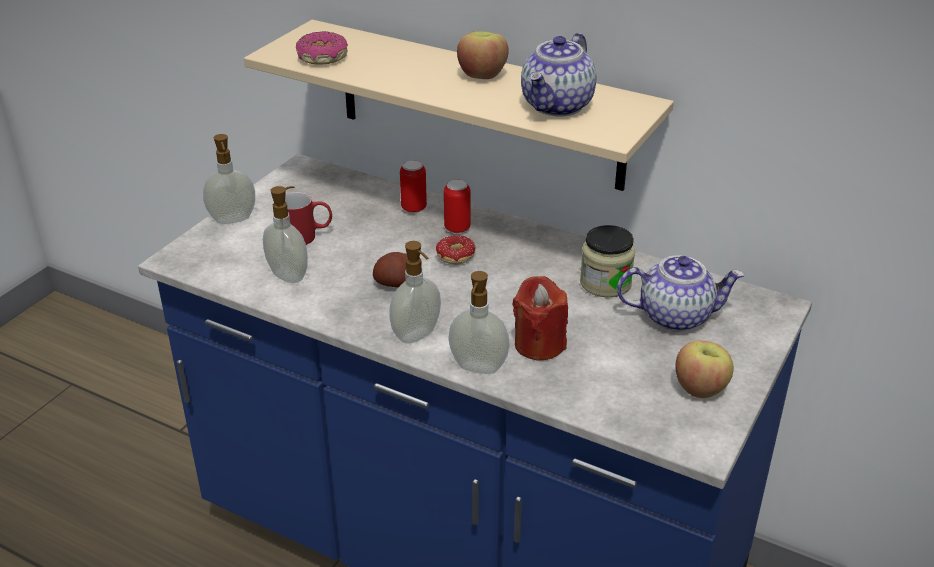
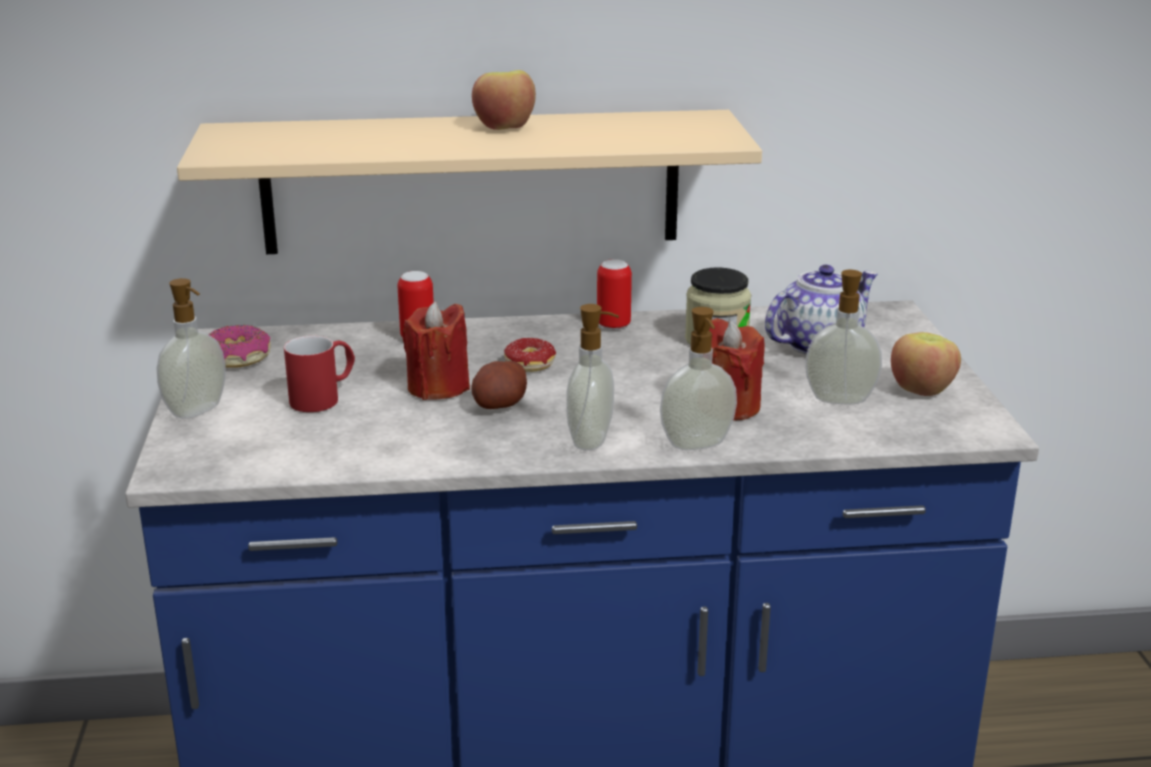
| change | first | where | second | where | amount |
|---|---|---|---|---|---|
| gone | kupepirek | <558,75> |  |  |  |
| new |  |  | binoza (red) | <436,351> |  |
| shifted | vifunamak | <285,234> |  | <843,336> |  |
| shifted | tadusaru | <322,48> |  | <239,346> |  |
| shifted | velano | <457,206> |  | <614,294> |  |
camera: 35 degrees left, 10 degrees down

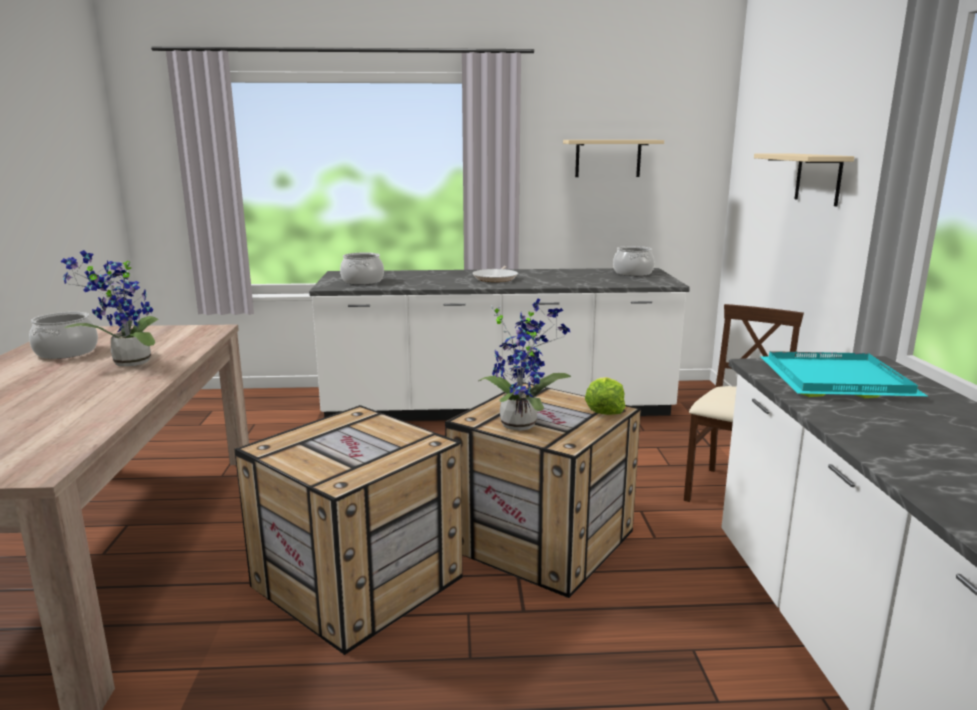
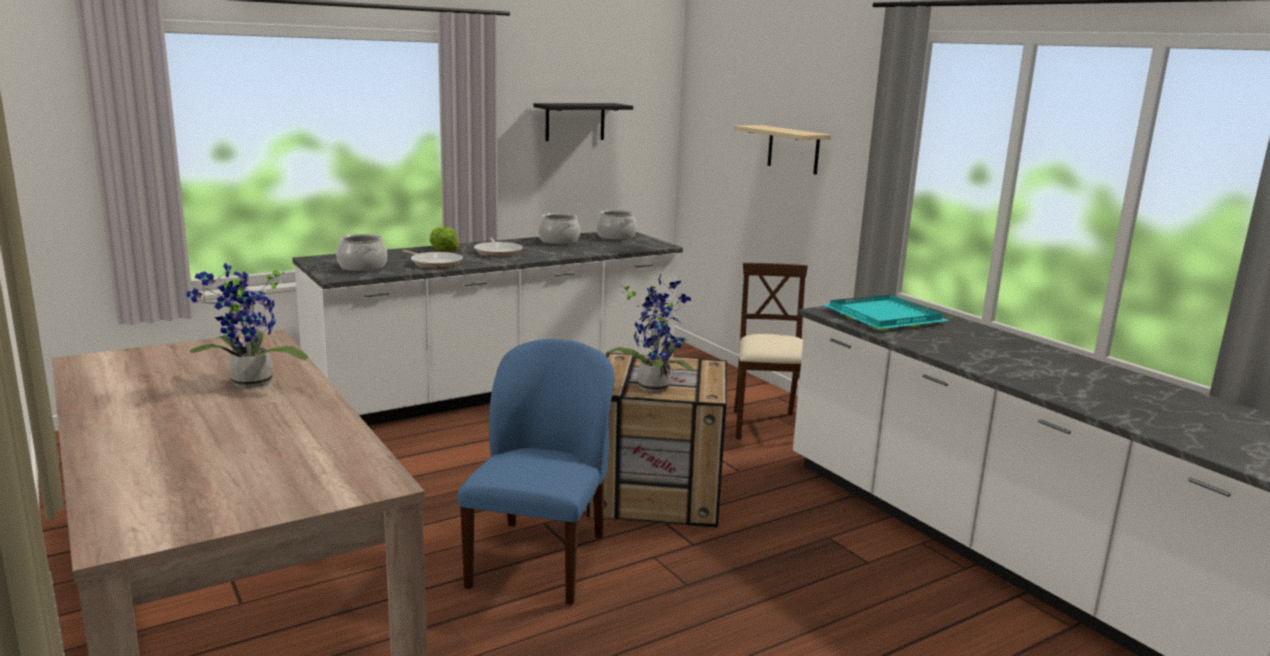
| change | first | where | second | where | amount |
|---|---|---|---|---|---|
| new |  |  | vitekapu | <432,259> |  |
| shifted | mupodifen | <63,335> |  | <559,228> |  |
| shifted | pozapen | <605,396> |  | <444,239> |  |
| swapped | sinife | <348,530> | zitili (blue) | <536,472> |  |
| repainted | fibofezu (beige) | <613,158> | fibofezu (black) | <583,122> |  |
camera: 30 degrees left, 0 degrees up

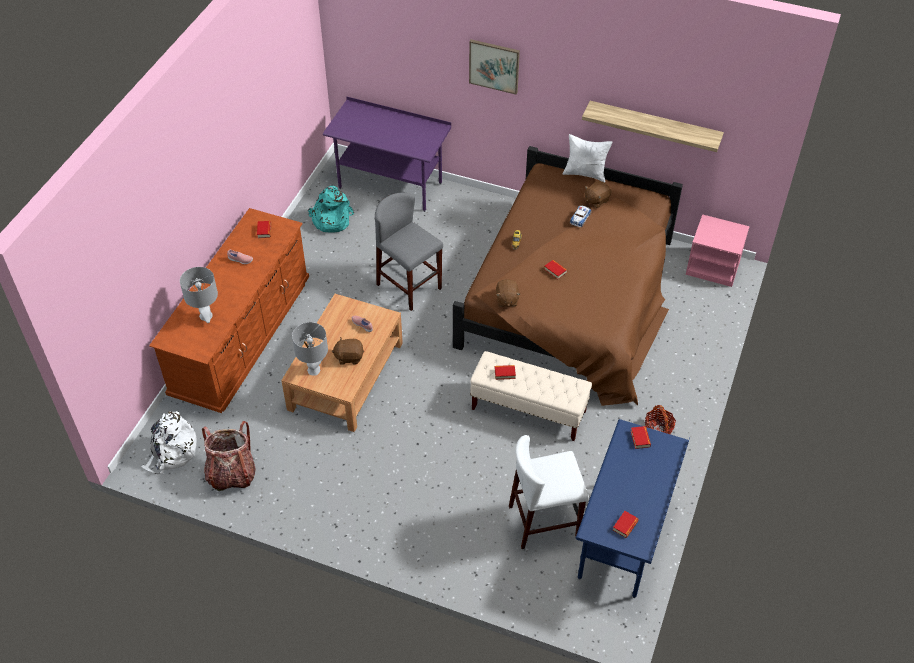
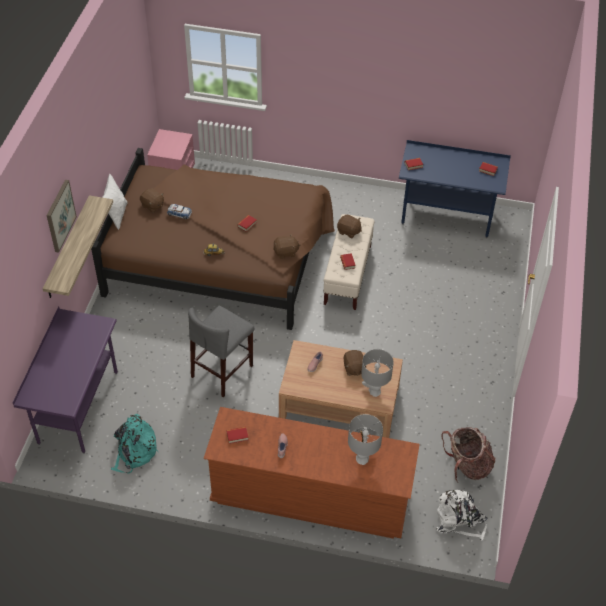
| change | first | where | second | where | amount |
|---|---|---|---|---|---|
| gone | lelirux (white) | <549,492> |  |  |  |
| gone | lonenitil | <660,419> |  |  |  |
| new |  |  | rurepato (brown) | <349,226> |  |
| shifted | fibofezu | <653,126> |  | <78,246> |  |
camera: 100 degrees left, 0 degrees up

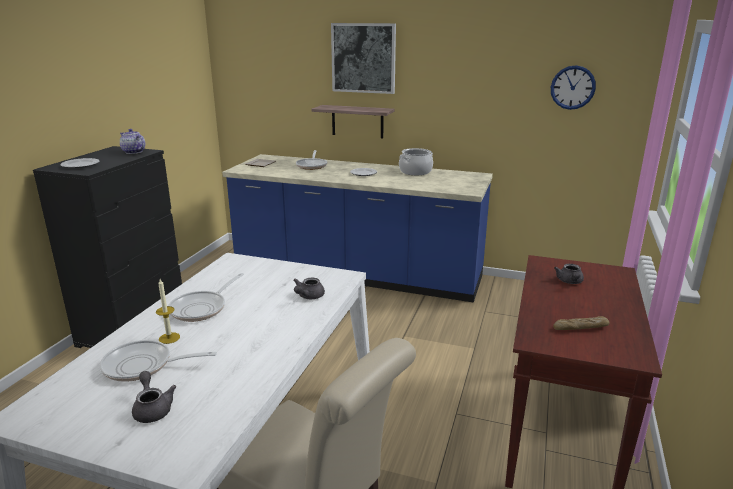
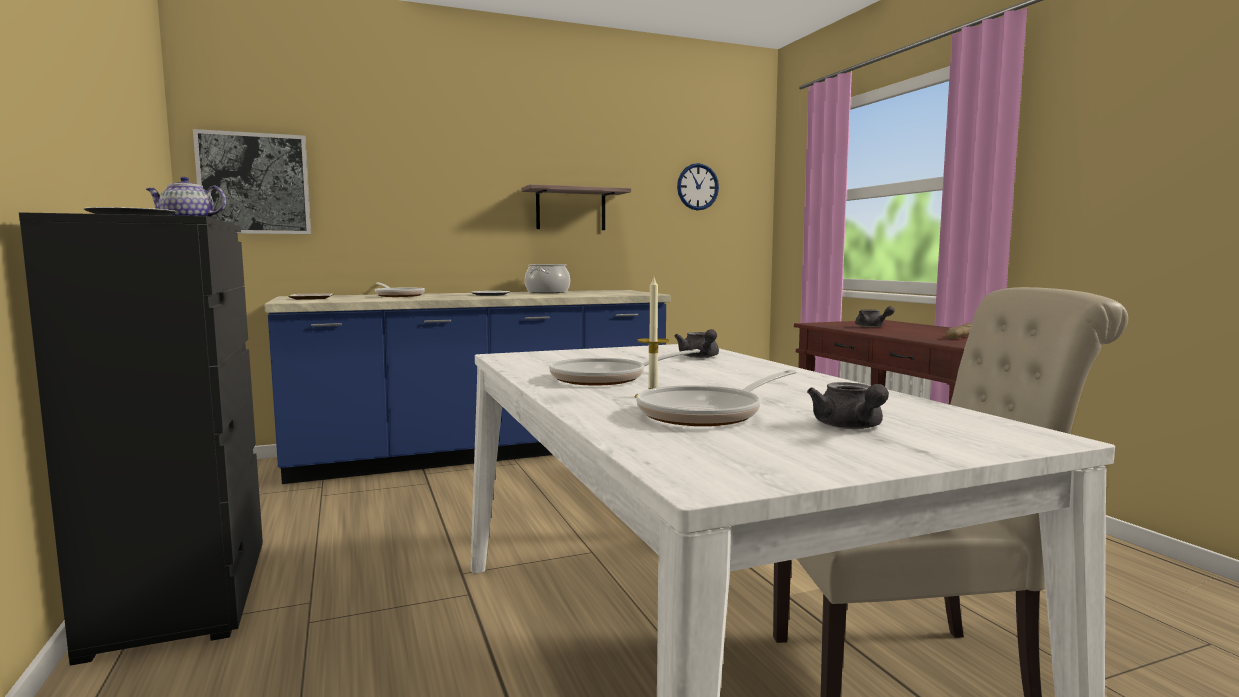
| change | first | where | second | where | amount |
|---|---|---|---|---|---|
| shifted | fibofezu | <353,121> |  | <576,207> |  |
| shifted | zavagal | <363,58> |  | <252,181> |  |
| rotated | kupepirek (grey) | <154,397> |  | <848,405> | 120 degrees counterclockwise |
| rotated | vitekapu | <206,297> |  | <624,367> | 75 degrees clockwise |
camera: 40 degrees left, 15 degrees down

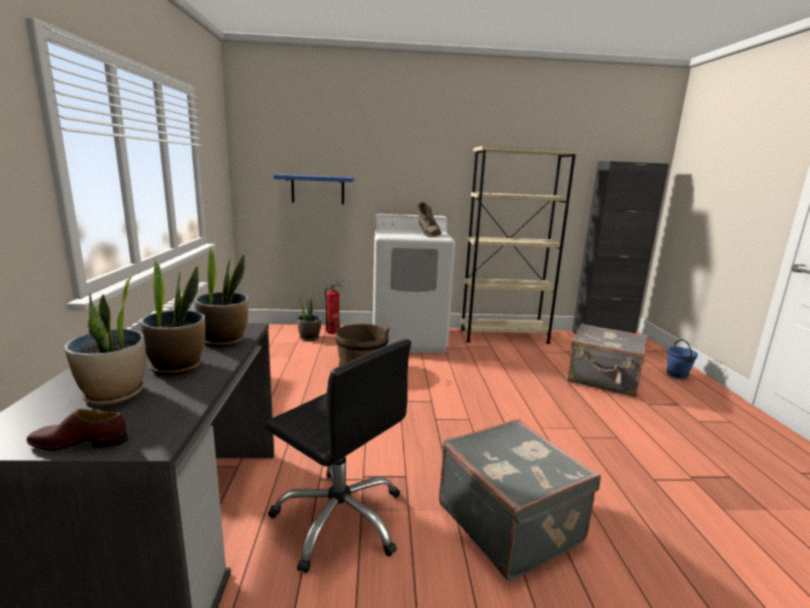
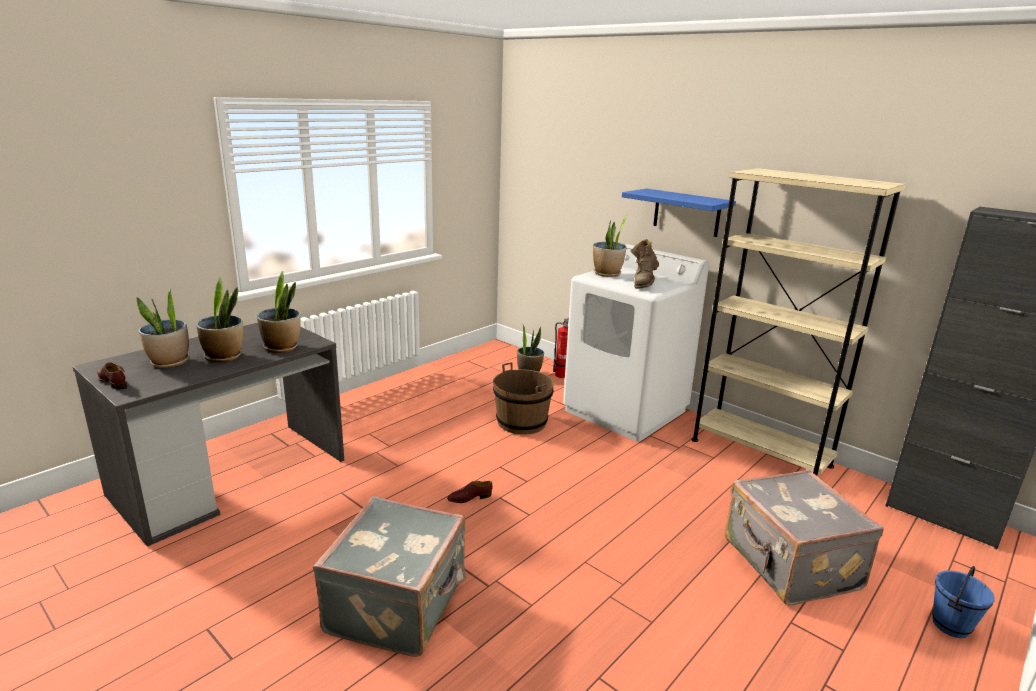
| change | first | where | second | where | amount |
|---|---|---|---|---|---|
| gone | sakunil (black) | <338,456> |  |  |  |
| new |  |  | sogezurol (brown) | <470,492> |  |
| new |  |  | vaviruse | <610,245> |  |
| shifted | fibofezu (blue) | <314,189> |  | <679,213> |  |
camera: 45 degrees right, 5 degrees up

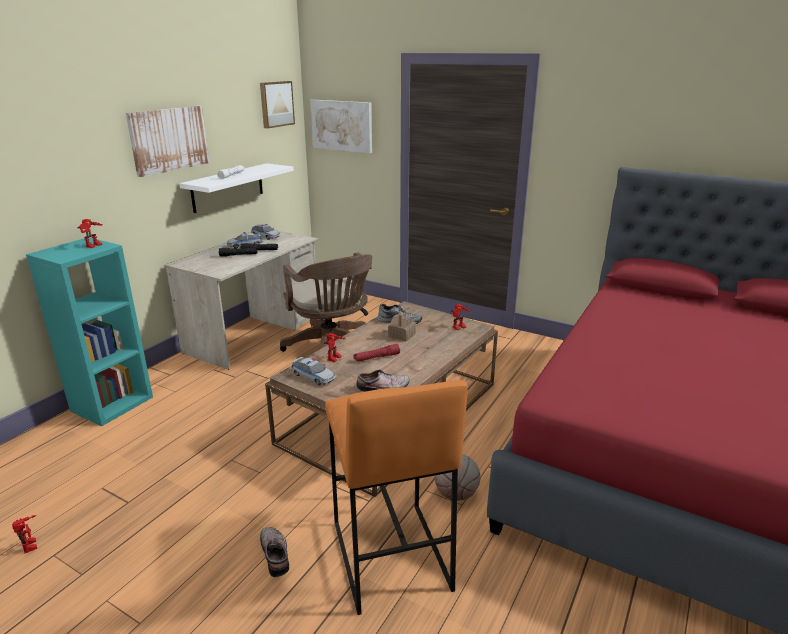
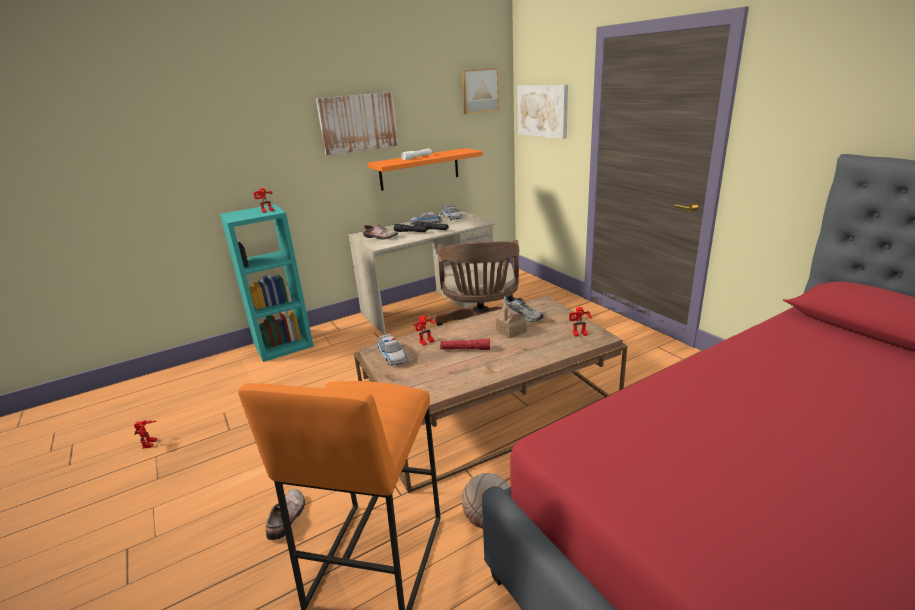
| change | first | where | second | where | amount |
|---|---|---|---|---|---|
| shifted | sogezurol | <383,380> |  | <380,231> |  |
| repainted | fibofezu (white) | <236,188> | fibofezu (orange) | <425,169> |  |
camera: 30 degrees right, 0 degrees up

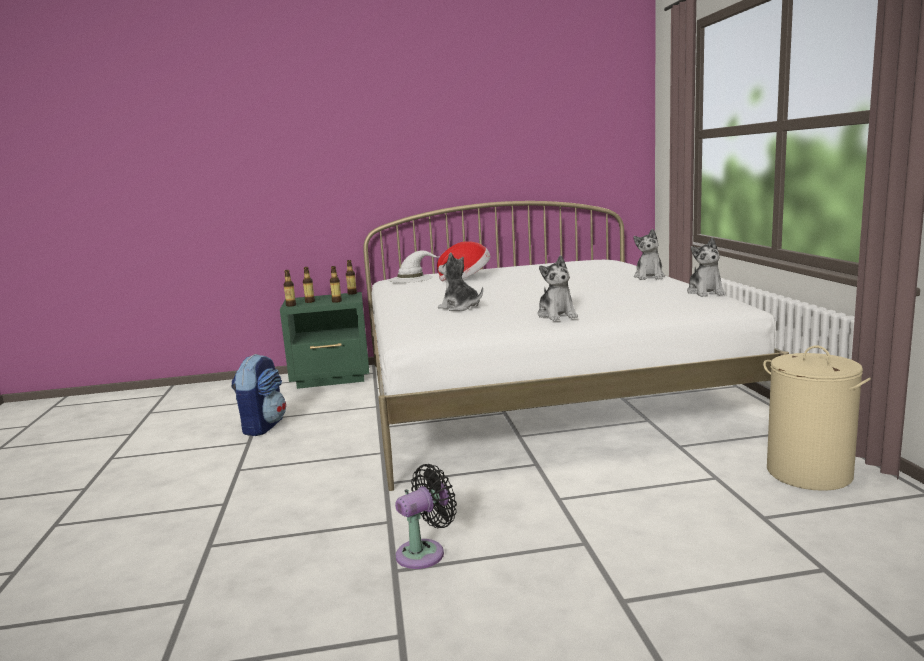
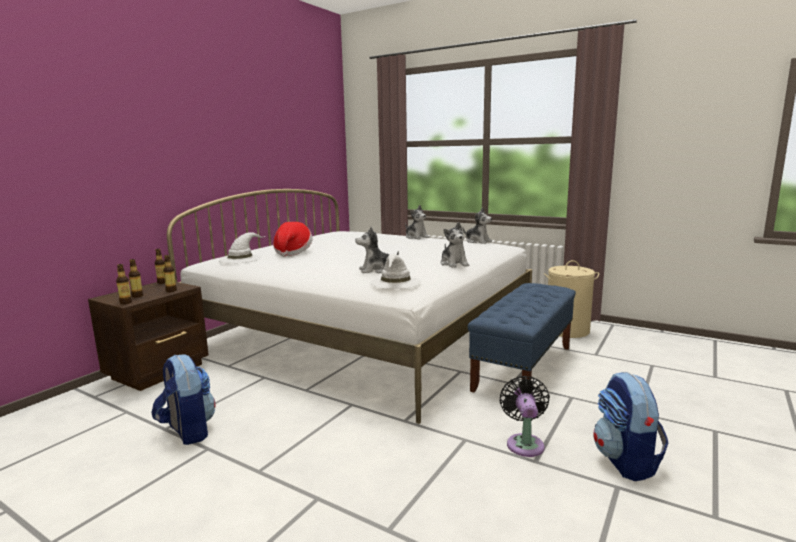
| change | first | where | second | where | amount |
|---|---|---|---|---|---|
| new |  |  | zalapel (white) | <395,271> |  |
| new |  |  | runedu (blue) | <522,337> |  |
| new |  |  | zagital | <630,426> |  |
| repainted | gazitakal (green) | <324,340> | gazitakal (brown) | <148,336> |  |
| rotated | rurepato | <558,288> |  | <454,245> | 45 degrees clockwise |
camera: 50 degrees left, 0 degrees up

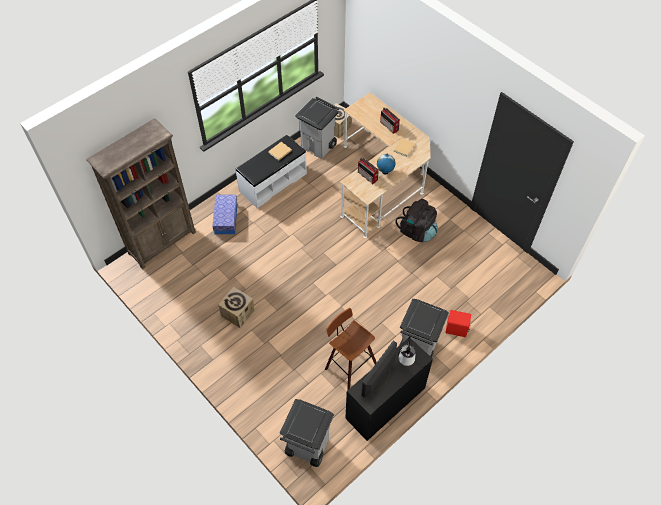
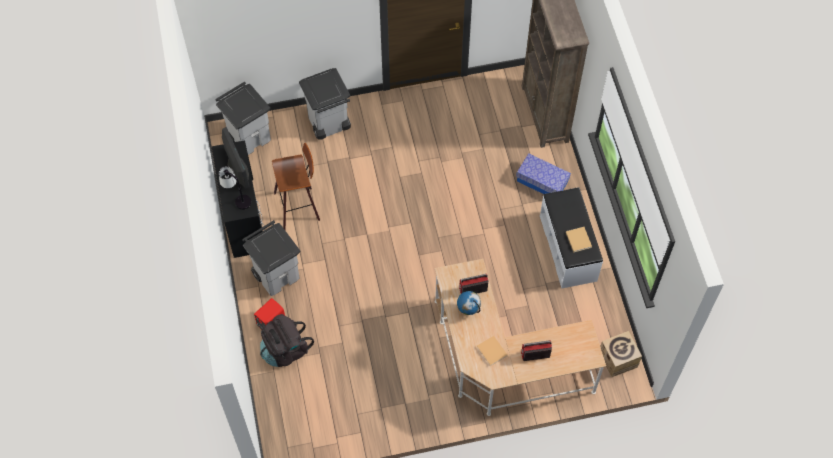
| change | first | where | second | where | amount |
|---|---|---|---|---|---|
| gone | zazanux | <236,307> |  |  |  |
| shifted | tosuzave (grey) | <317,128> |  | <325,104> |  |
| shifted | zagital (black) | <416,220> |  | <287,340> |  |
camera: 120 degrees right, 5 degrees up

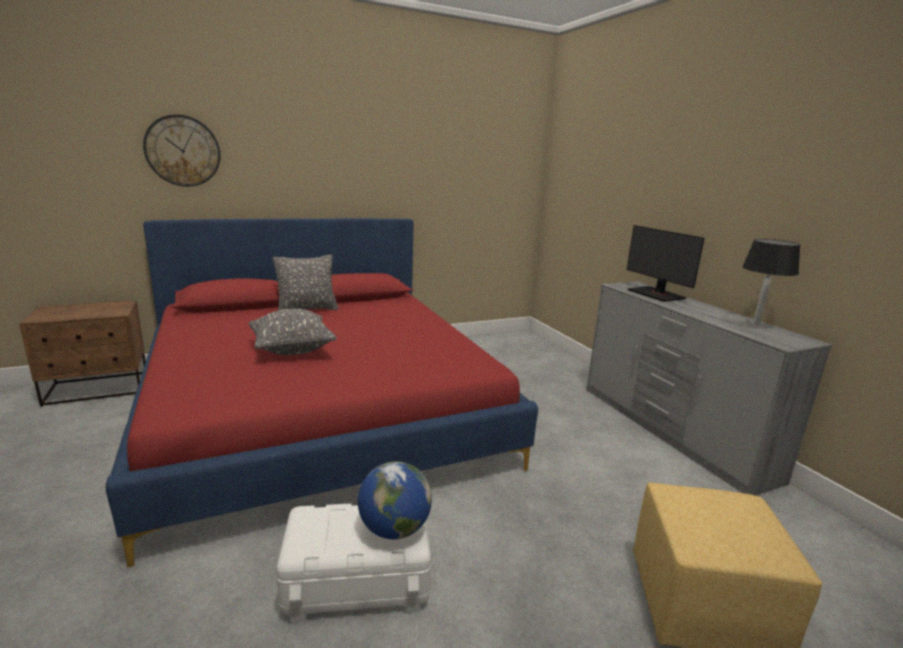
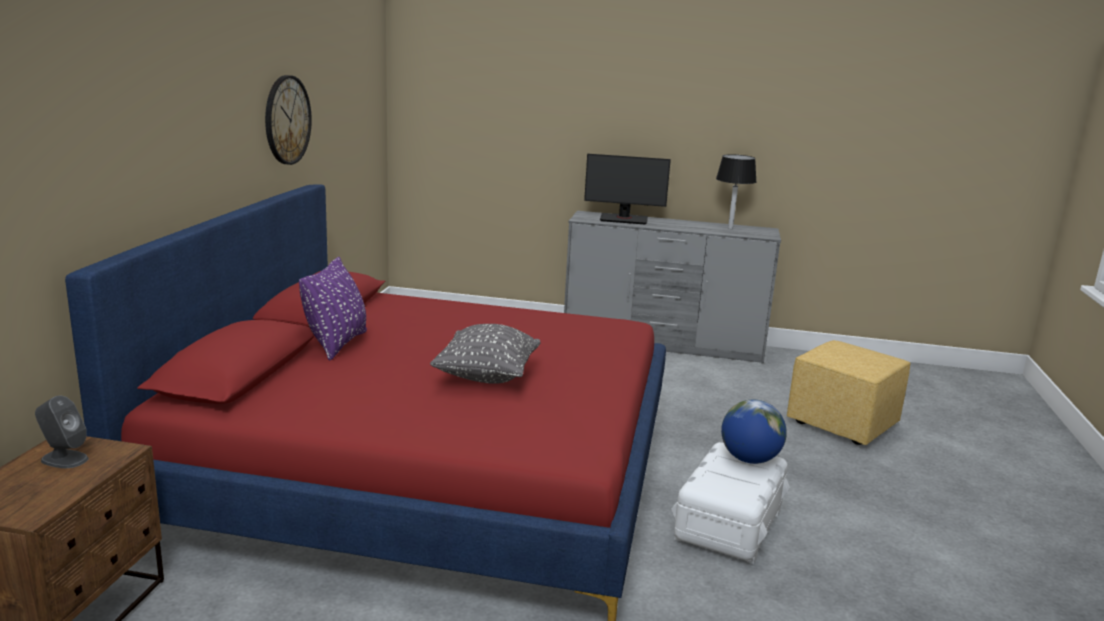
| change | first | where | second | where | amount |
|---|---|---|---|---|---|
| new |  |  | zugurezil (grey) | <62,432> |  |
| shifted | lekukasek | <182,150> |  | <288,120> |  |
| repainted | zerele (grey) | <305,282> | zerele (purple) | <333,309> |  |
camera: 55 degrees left, 0 degrees up

